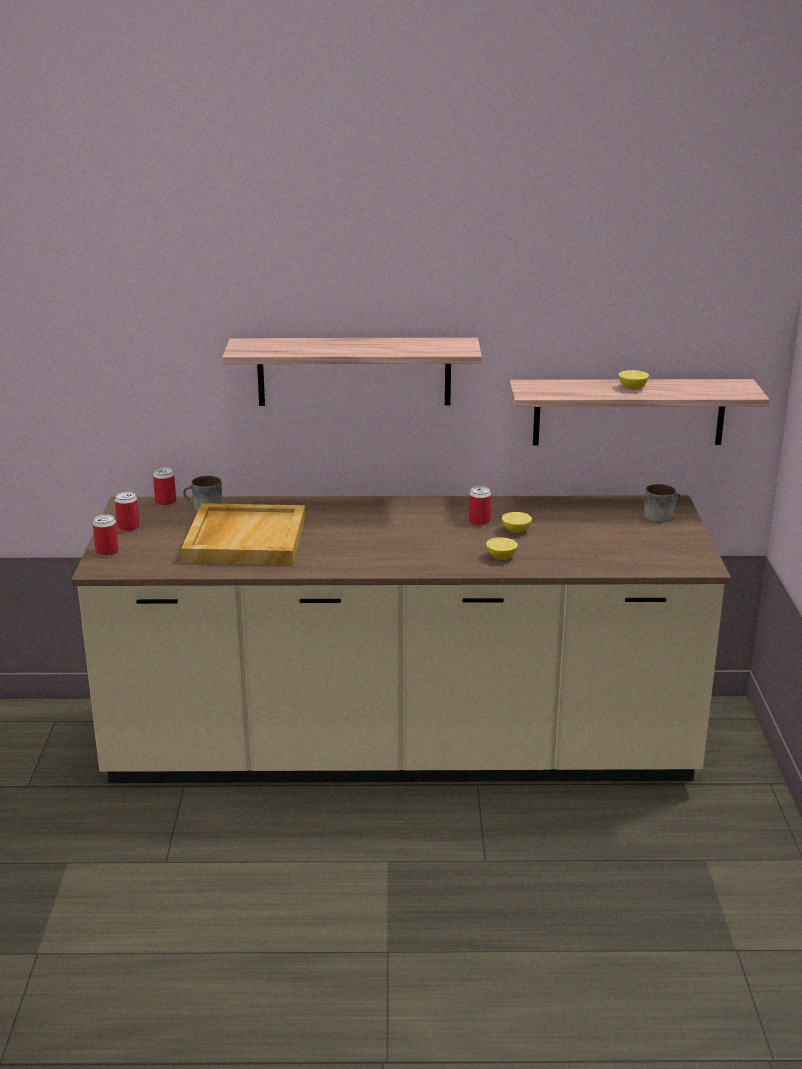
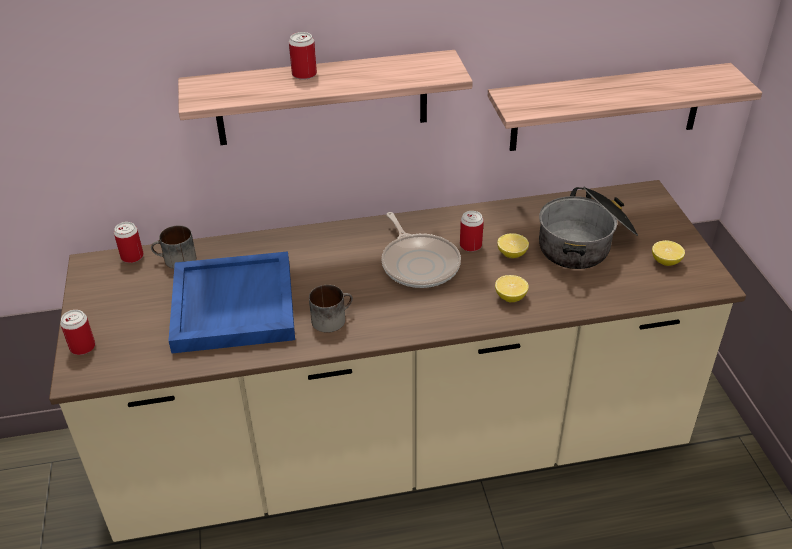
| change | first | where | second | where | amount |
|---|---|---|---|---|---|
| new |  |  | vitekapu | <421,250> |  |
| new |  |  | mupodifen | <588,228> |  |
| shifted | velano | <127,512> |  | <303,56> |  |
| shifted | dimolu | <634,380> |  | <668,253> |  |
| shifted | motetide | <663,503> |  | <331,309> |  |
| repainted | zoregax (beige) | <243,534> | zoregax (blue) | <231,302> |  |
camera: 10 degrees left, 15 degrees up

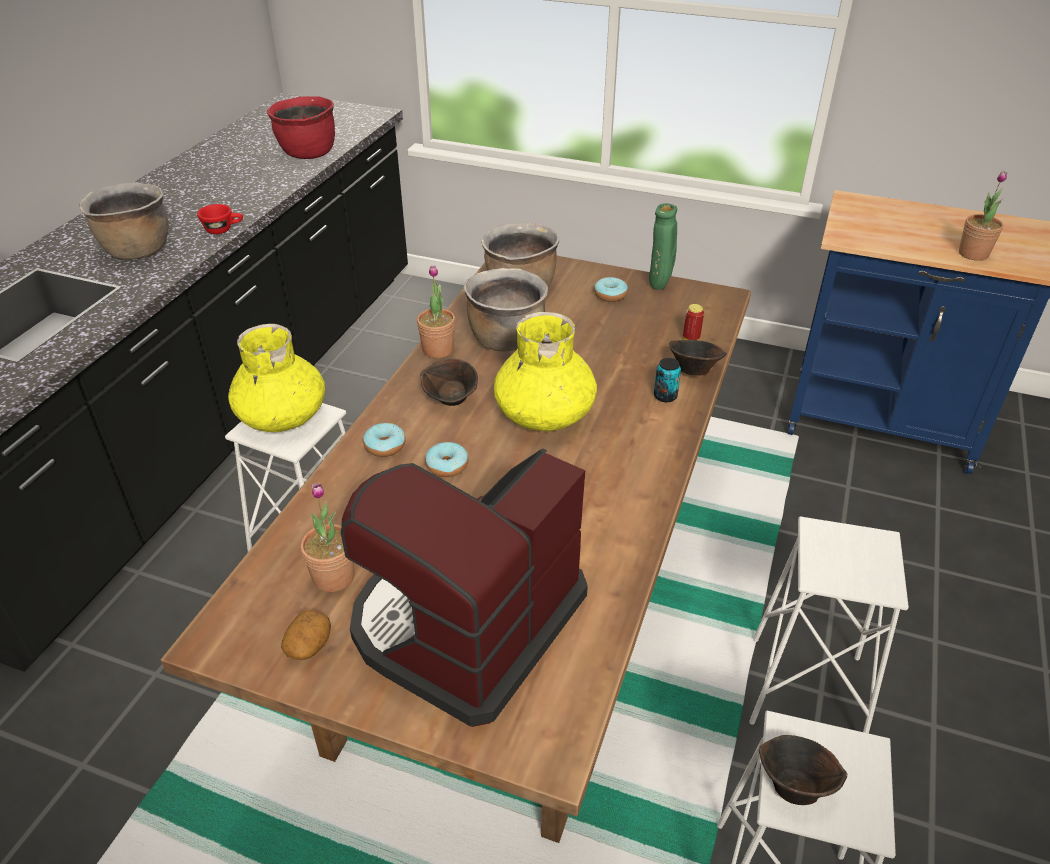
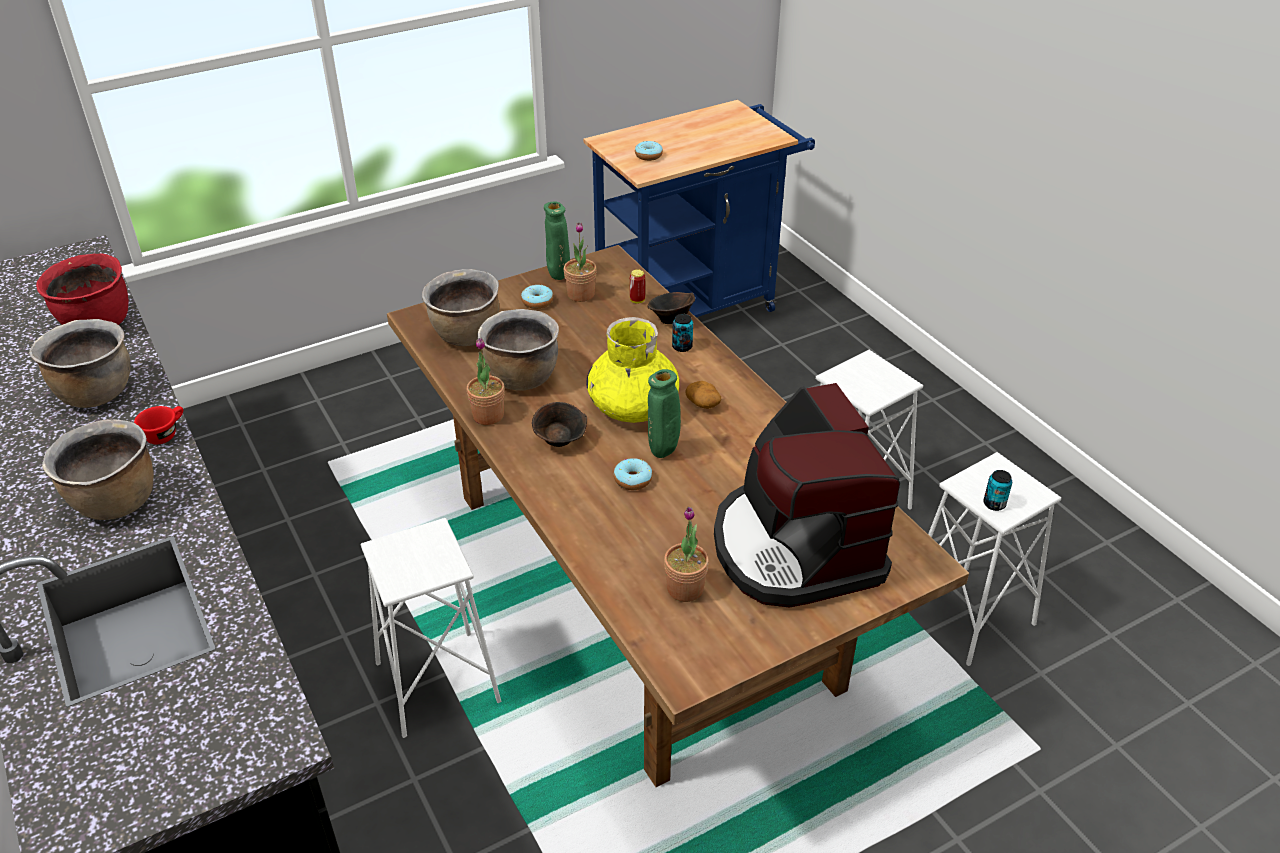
| change | first | where | second | where | amount |
|---|---|---|---|---|---|
| gone | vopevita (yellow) | <276,378> |  |  |  |
| new |  |  | mupodifen (brown) | <79,363> |  |
| new |  |  | vopevita (green) | <664,413> |  |
| shifted | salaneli | <306,635> |  | <703,395> |  |
| shifted | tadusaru | <384,440> |  | <649,151> |  |
| shifted | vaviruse | <983,216> |  | <580,262> |  |
| swapped | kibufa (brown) | <803,770> | velano | <997,490> |  |
camera: 50 degrees left, 0 degrees up

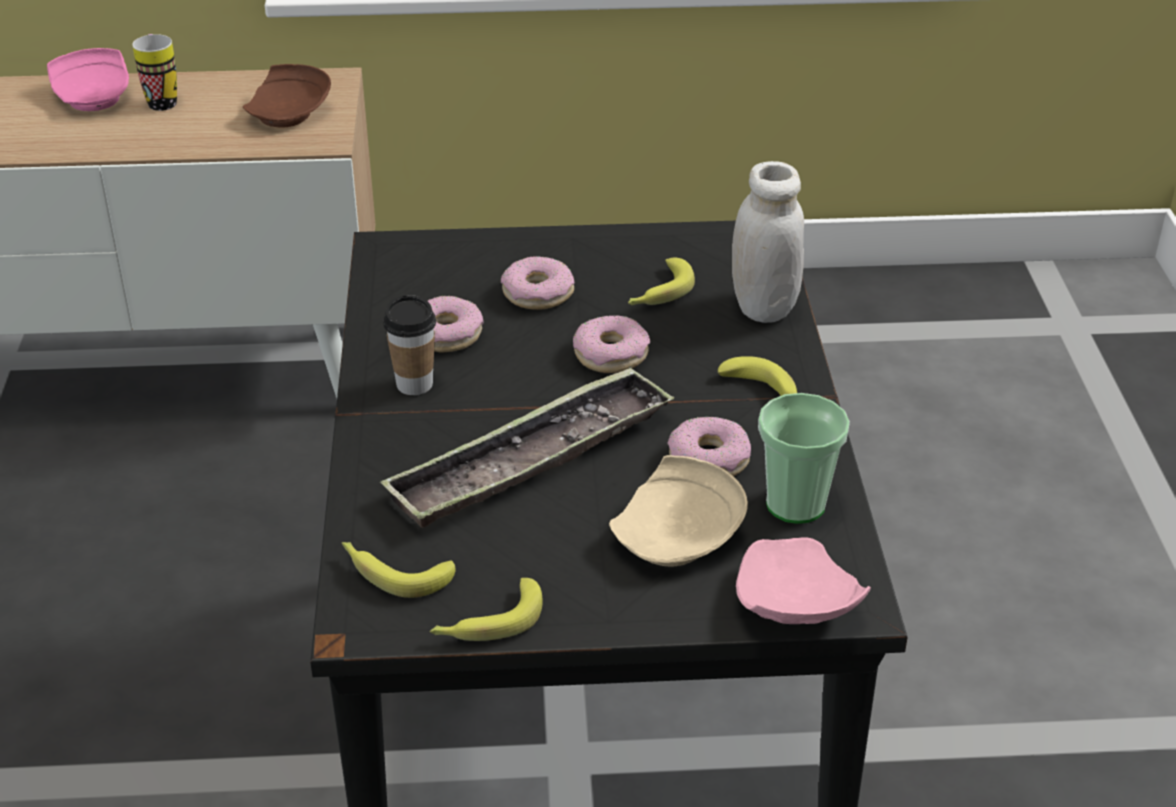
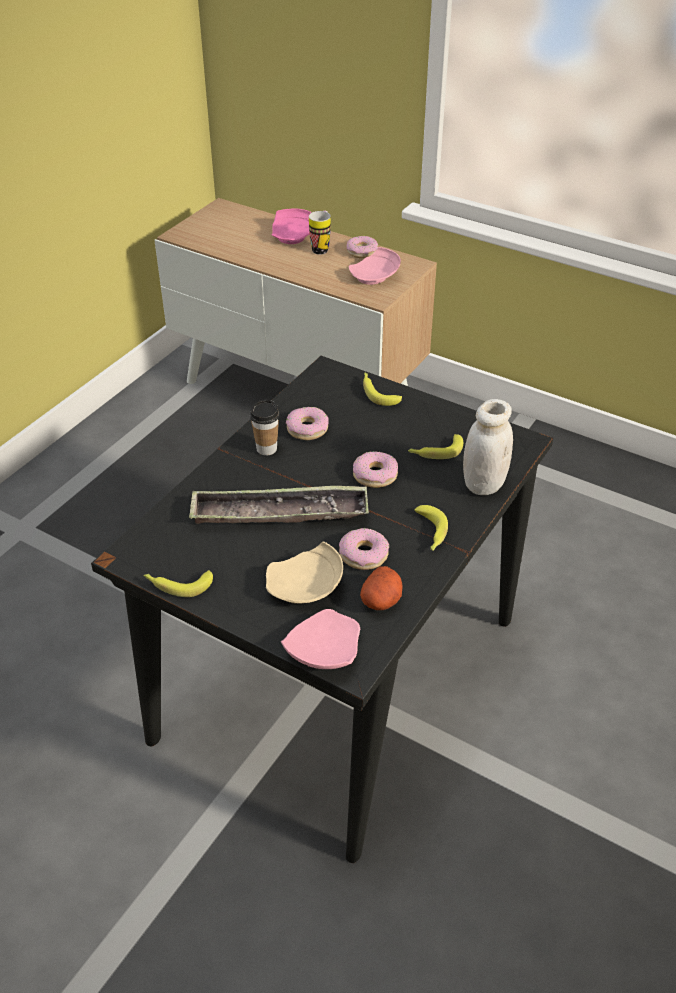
| change | first | where | second | where | amount |
|---|---|---|---|---|---|
| shifted | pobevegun | <398,570> |  | <382,389> |  |
| shifted | tadusaru | <537,283> |  | <362,247> |  |
| swapped | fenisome | <804,458> | salaneli | <381,588> |  |
| repainted | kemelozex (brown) | <287,96> | kemelozex (pink) | <375,266> |  |
camera: 35 degrees right, 5 degrees up

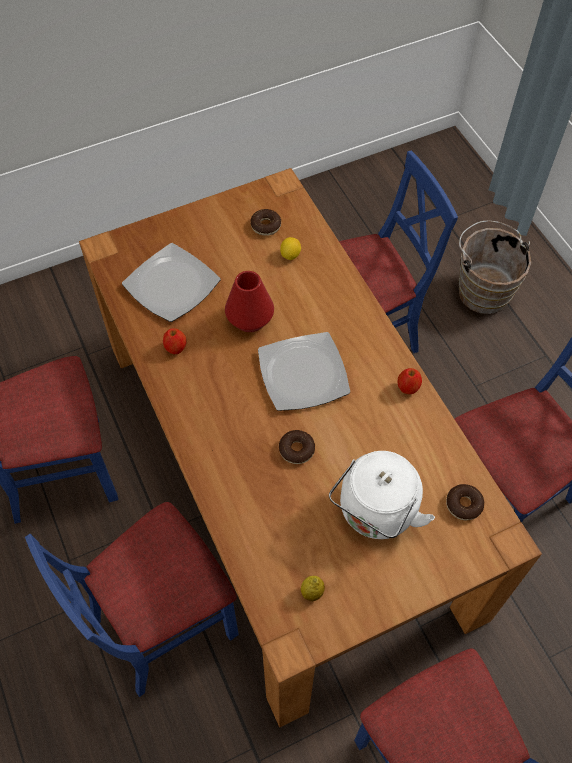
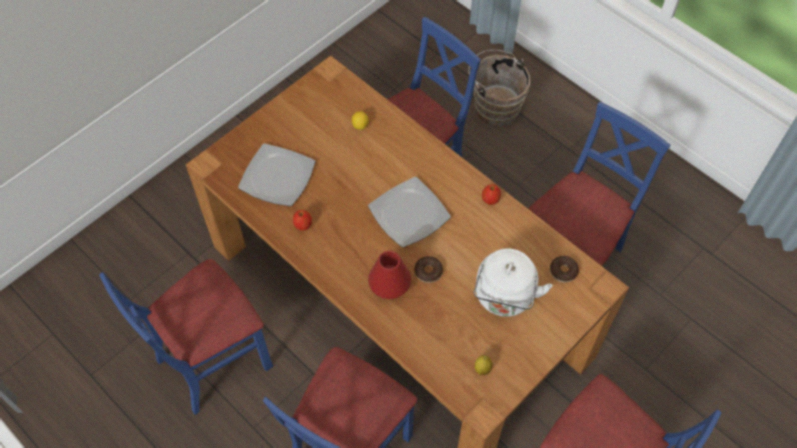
| change | first | where | second | where | amount |
|---|---|---|---|---|---|
| gone | tadusaru | <265,222> |  |  |  |
| shifted | vopevita (red) | <249,301> |  | <389,275> |  |
camera: 20 degrees left, 0 degrees up

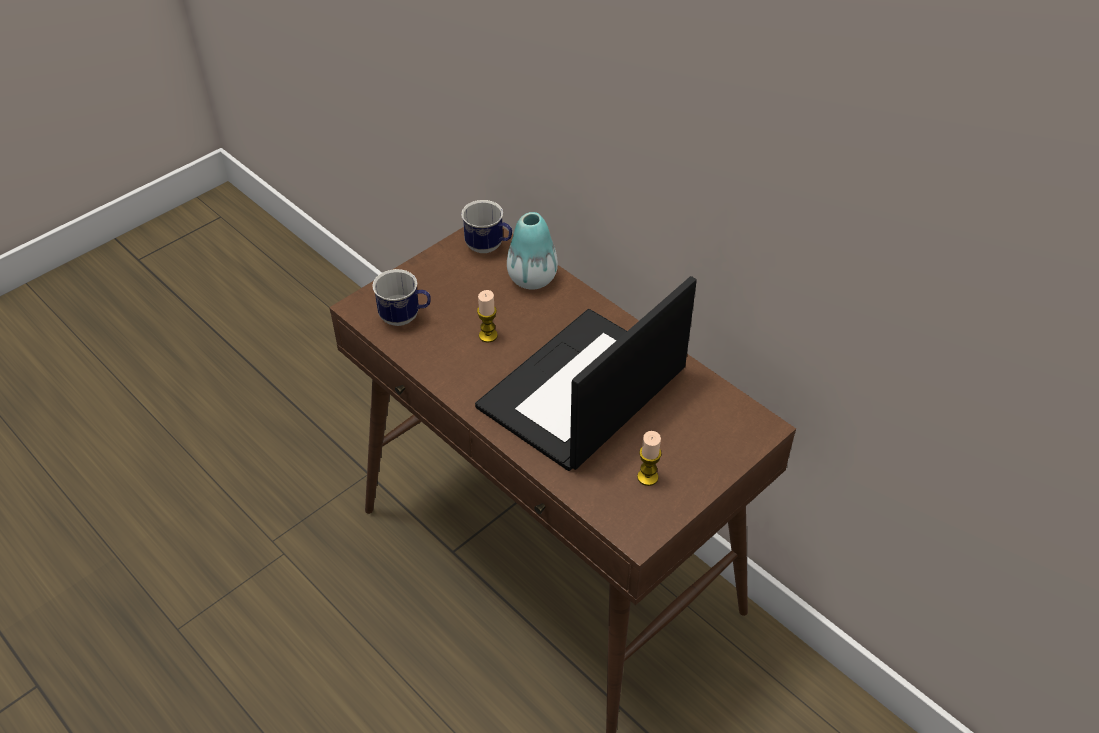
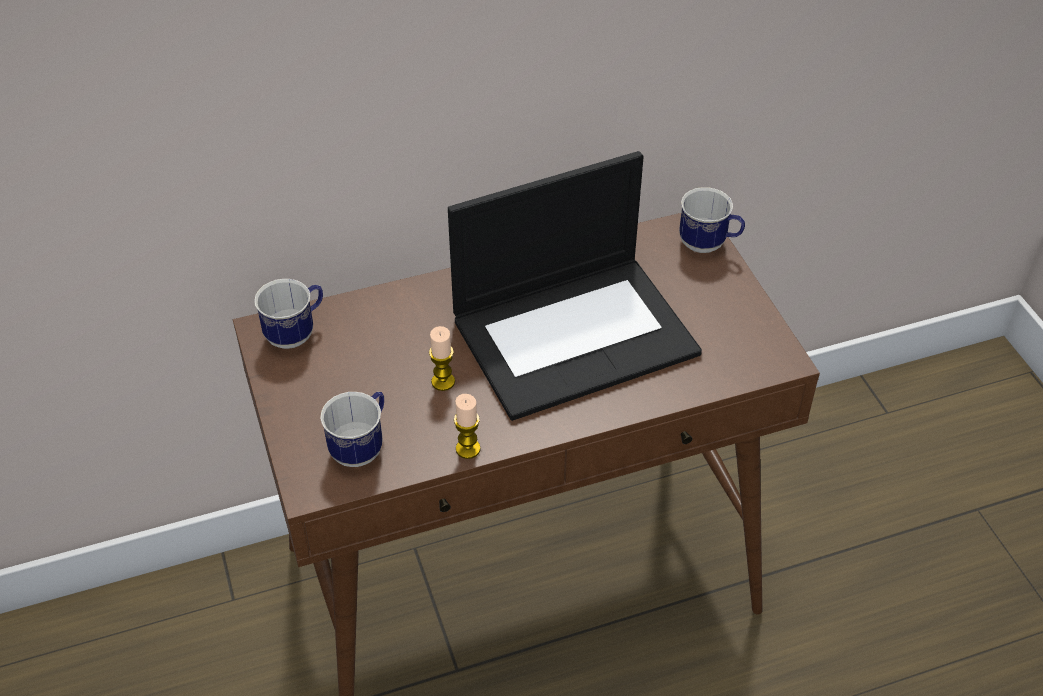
| change | first | where | second | where | amount |
|---|---|---|---|---|---|
| gone | vopevita | <532,251> |  |  |  |
| new |  |  | motetide | <712,220> |  |
| shifted | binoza | <649,458> |  | <467,426> |  |
| rotated | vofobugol | <586,373> |  | <575,286> | 90 degrees counterclockwise |
camera: 65 degrees left, 0 degrees up

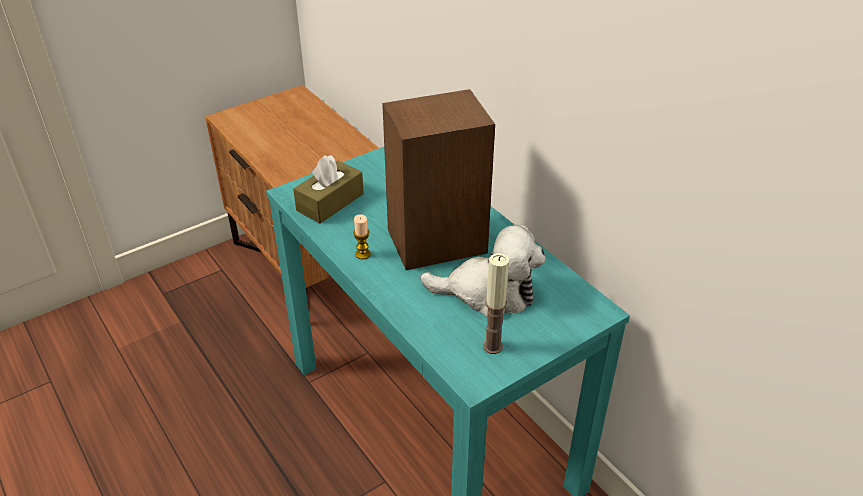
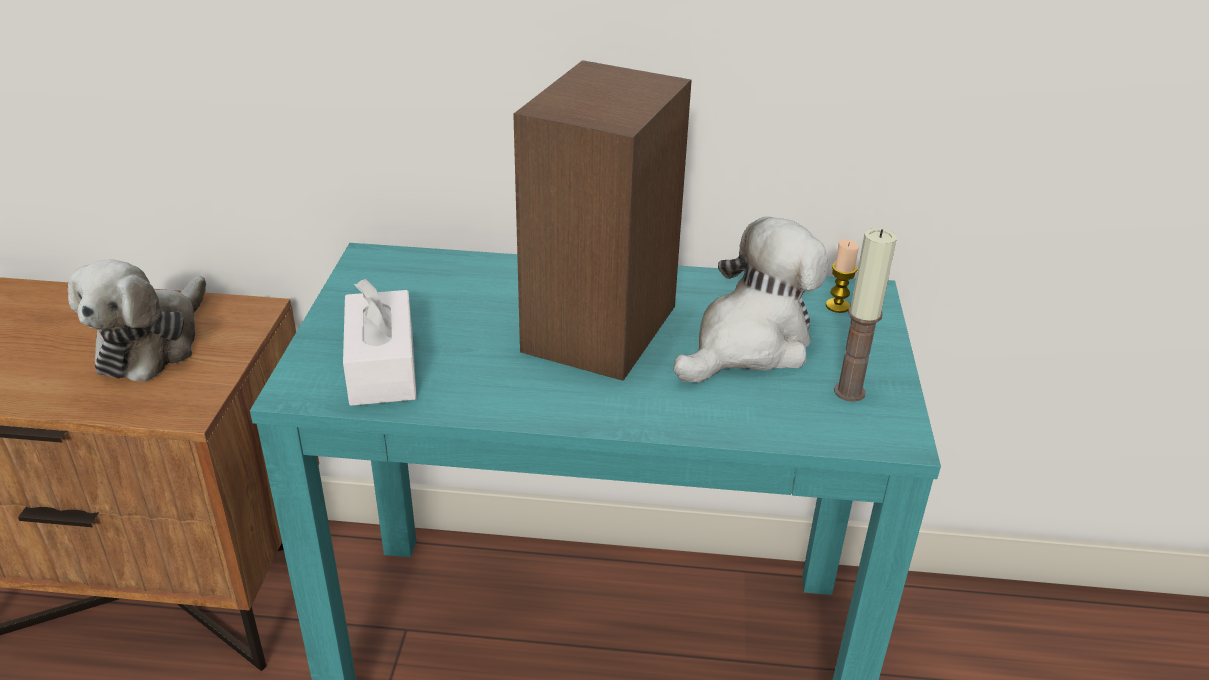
| change | first | where | second | where | amount |
|---|---|---|---|---|---|
| new |  |  | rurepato | <137,320> |  |
| shifted | binoza | <362,236> |  | <842,276> |  |
| repainted | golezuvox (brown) | <328,189> | golezuvox (white) | <380,342> |  |
camera: 50 degrees left, 5 degrees down

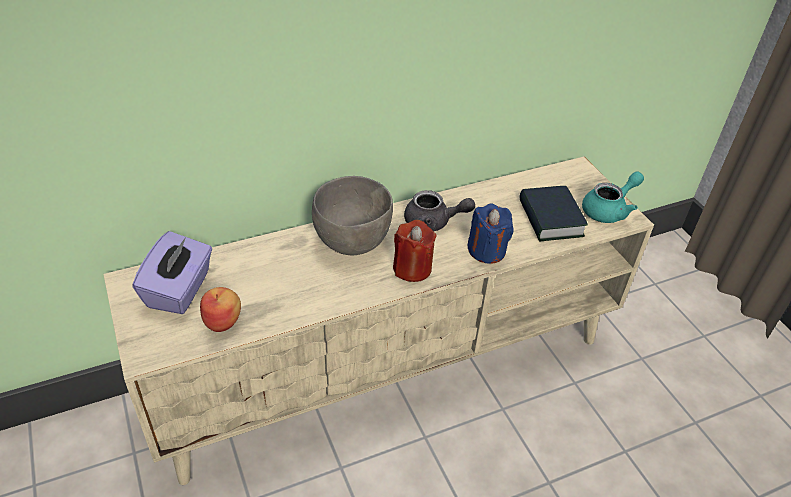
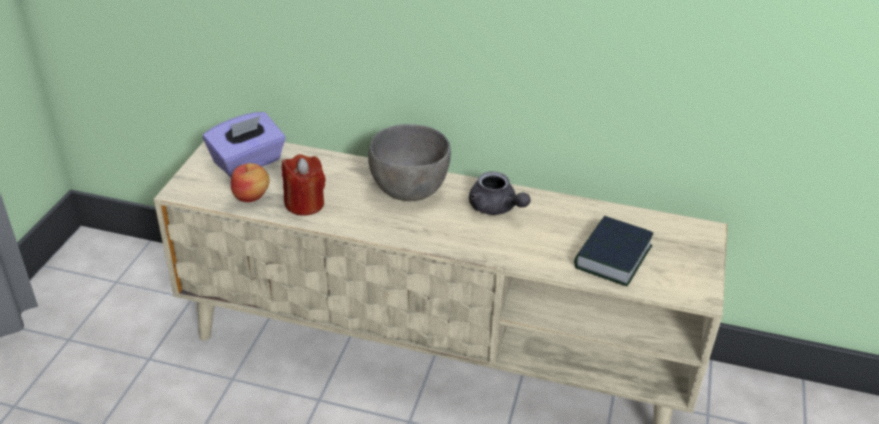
| change | first | where | second | where | amount |
|---|---|---|---|---|---|
| gone | binoza (blue) | <490,233> |  |  |  |
| gone | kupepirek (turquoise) | <613,197> |  |  |  |
| shifted | binoza (red) | <415,251> |  | <304,185> |  |
camera: 40 degrees right, 5 degrees down

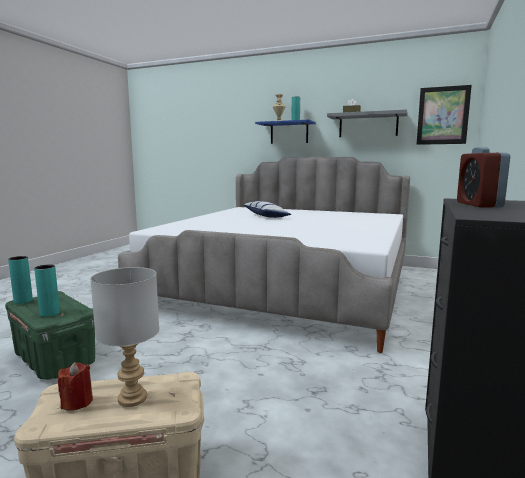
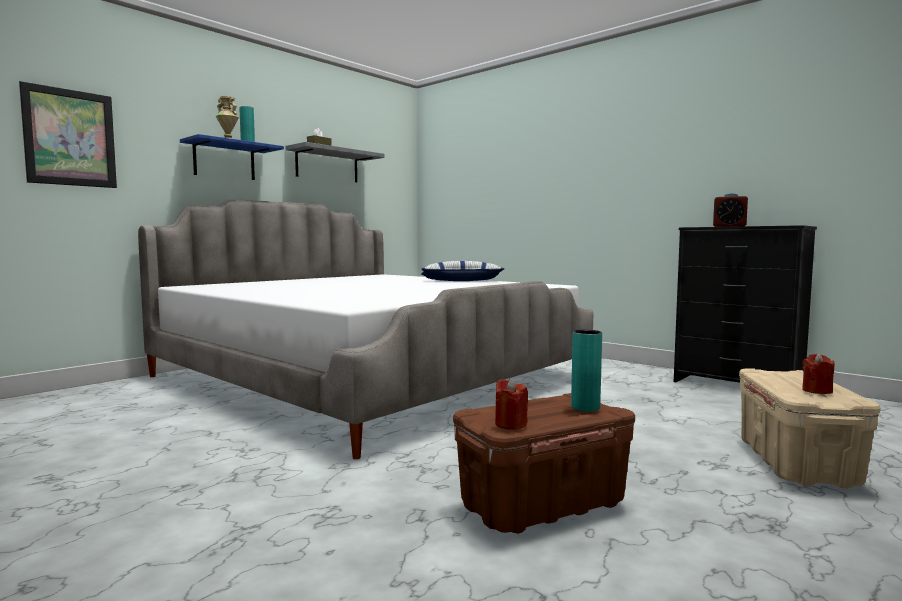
| change | first | where | second | where | amount |
|---|---|---|---|---|---|
| gone | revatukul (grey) | <124,337> |  |  |  |
| shifted | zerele | <266,209> |  | <462,271> |  |
| shifted | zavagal | <444,115> |  | <68,134> |  |
| swapped | vopevita (turquoise) | <20,280> | binoza (red) | <511,404> |  |
| repainted | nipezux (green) | <50,335> | nipezux (brown) | <544,463> |  |
camera: 70 degrees left, 5 degrees down

